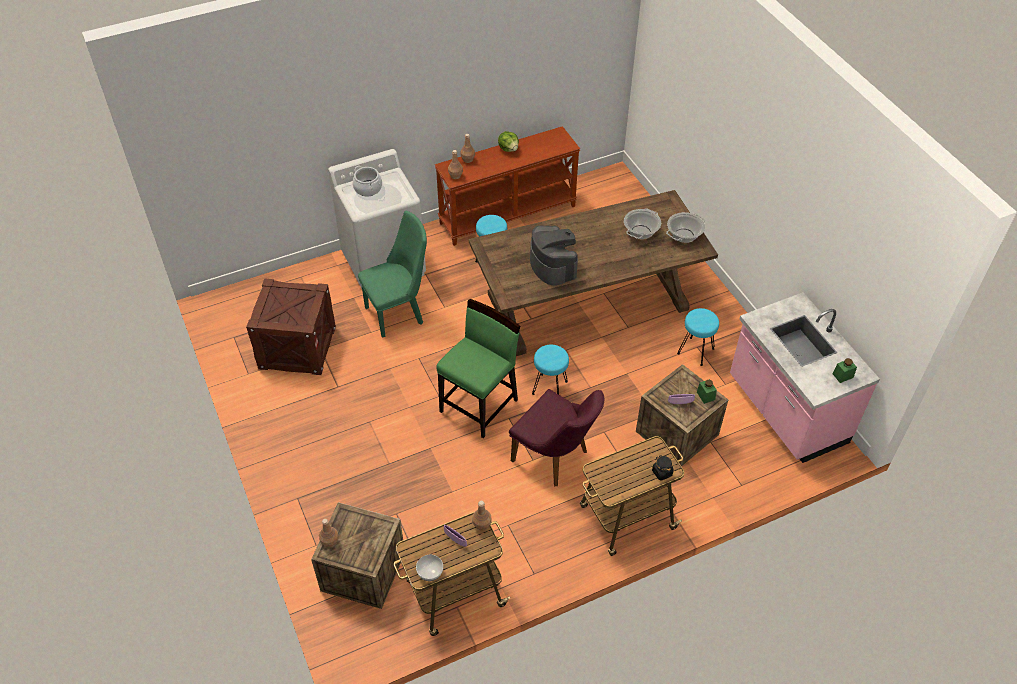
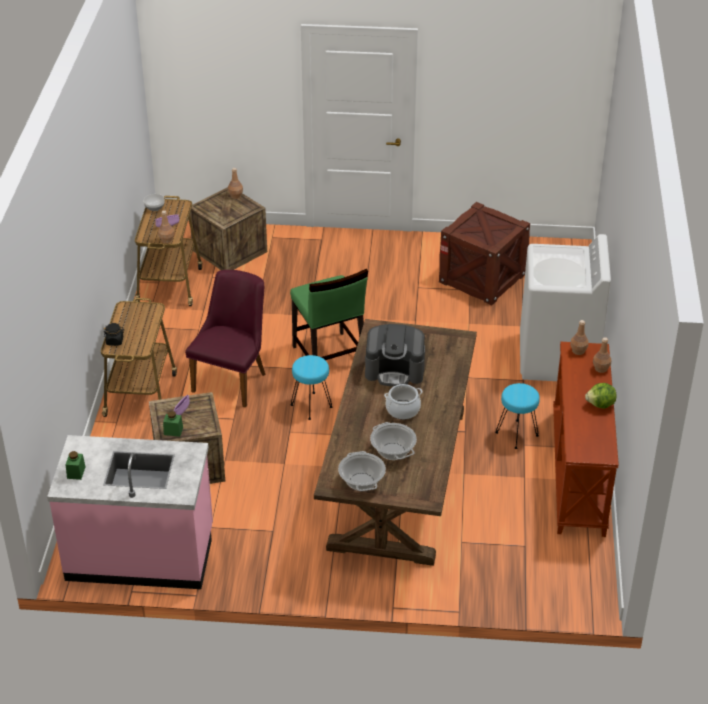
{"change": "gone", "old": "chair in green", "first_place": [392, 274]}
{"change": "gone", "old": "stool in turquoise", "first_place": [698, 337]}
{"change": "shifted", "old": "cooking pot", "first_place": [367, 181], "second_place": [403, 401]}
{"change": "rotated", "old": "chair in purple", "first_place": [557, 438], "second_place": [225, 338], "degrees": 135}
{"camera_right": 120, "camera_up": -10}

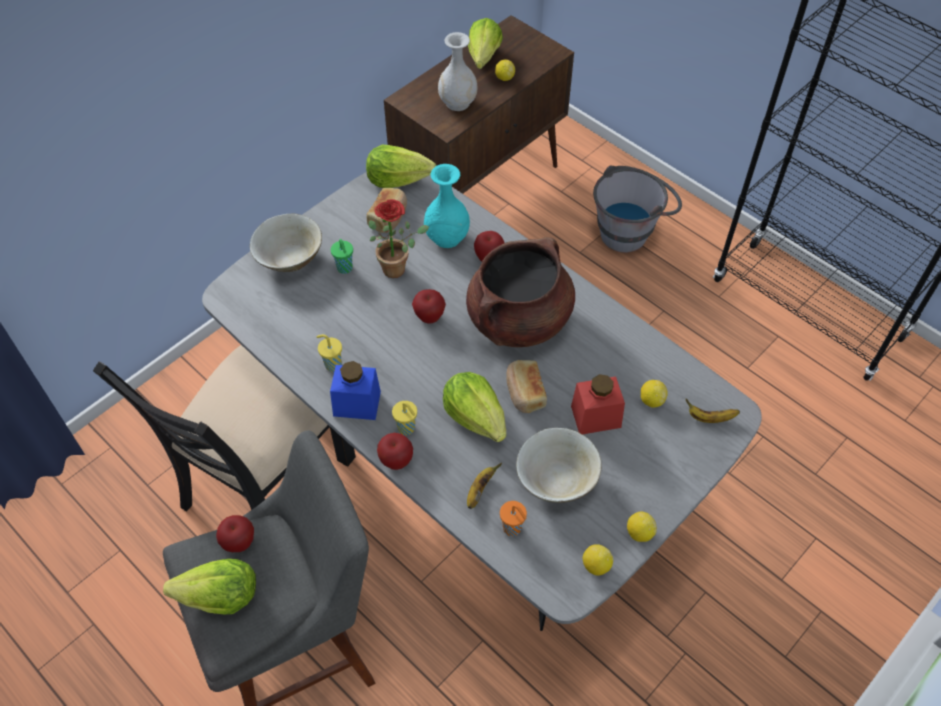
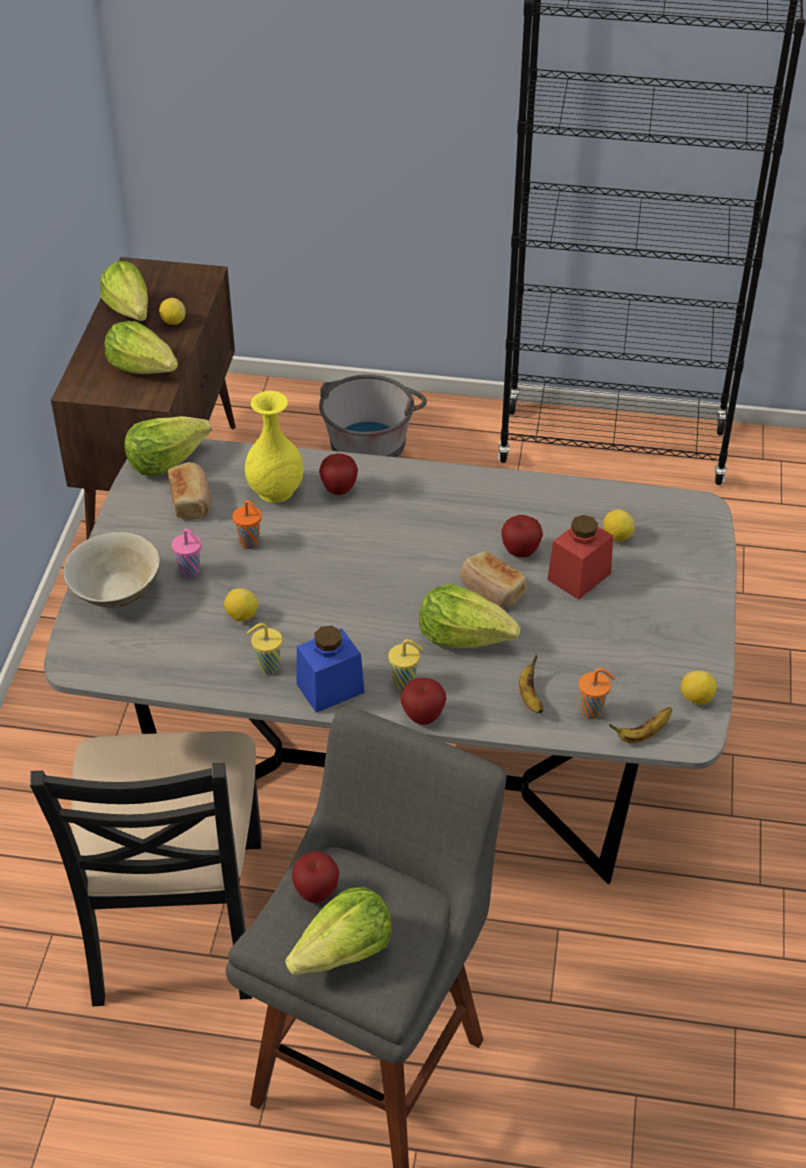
{"change": "gone", "old": "cooking pot in brown", "first_place": [520, 292]}
{"change": "gone", "old": "bowl in beige", "first_place": [559, 465]}
{"change": "shifted", "old": "apple", "first_place": [429, 306], "second_place": [522, 536]}
{"change": "shifted", "old": "lemon", "first_place": [642, 527], "second_place": [241, 604]}
{"change": "shifted", "old": "banana", "first_place": [713, 411], "second_place": [640, 725]}
{"change": "swapped", "old": "potted plant", "new": "cup in orange", "first_place": [398, 238], "second_place": [247, 524]}
{"change": "swapped", "old": "vase in white", "new": "lettuce", "first_place": [458, 71], "second_place": [141, 347]}
{"change": "repainted", "old": "cup in green", "new": "cup in pink", "first_place": [342, 256], "second_place": [186, 553]}
{"change": "repainted", "old": "vase in turquoise", "new": "vase in yellow", "first_place": [447, 206], "second_place": [274, 447]}
{"camera_right": -35, "camera_up": -10}

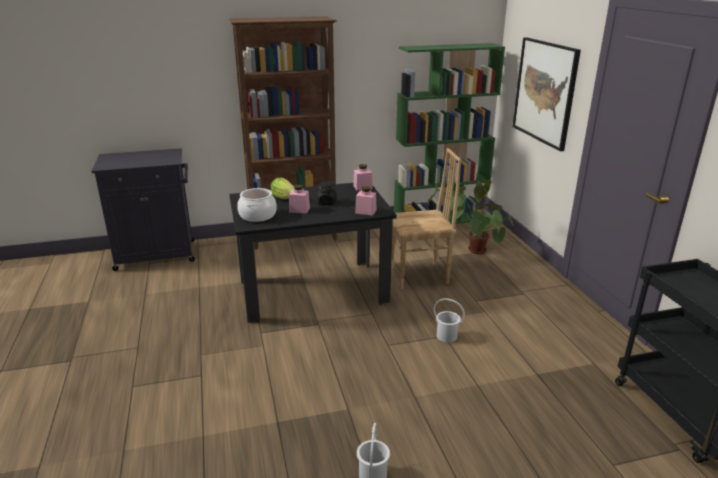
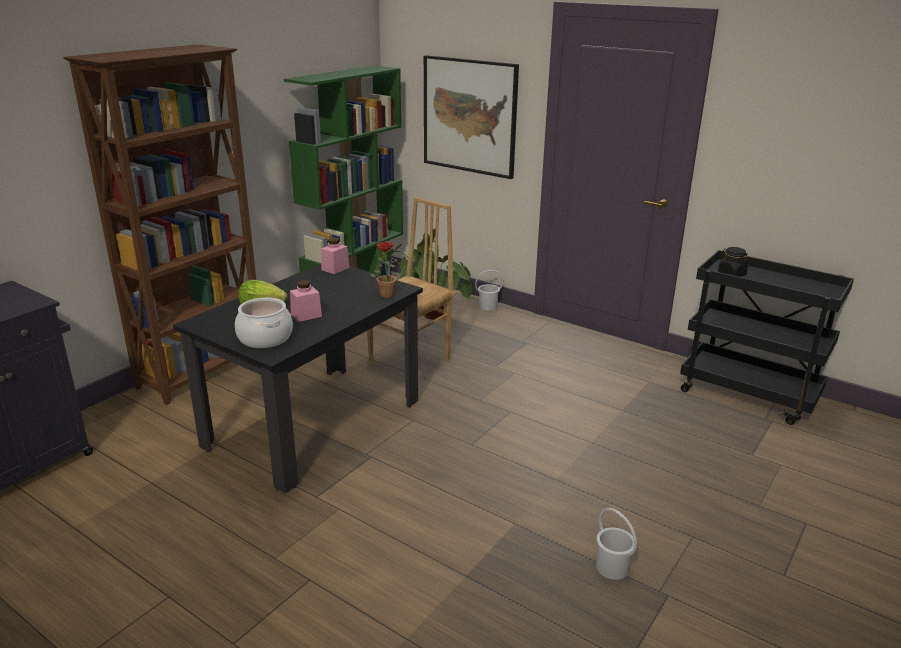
{"change": "shifted", "old": "jar in black", "first_place": [327, 193], "second_place": [733, 262]}
{"change": "shifted", "old": "bucket in white", "first_place": [449, 320], "second_place": [489, 290]}
{"change": "swapped", "old": "jar in pink", "new": "potted plant", "first_place": [366, 201], "second_place": [384, 270]}
{"camera_right": -40, "camera_up": 0}

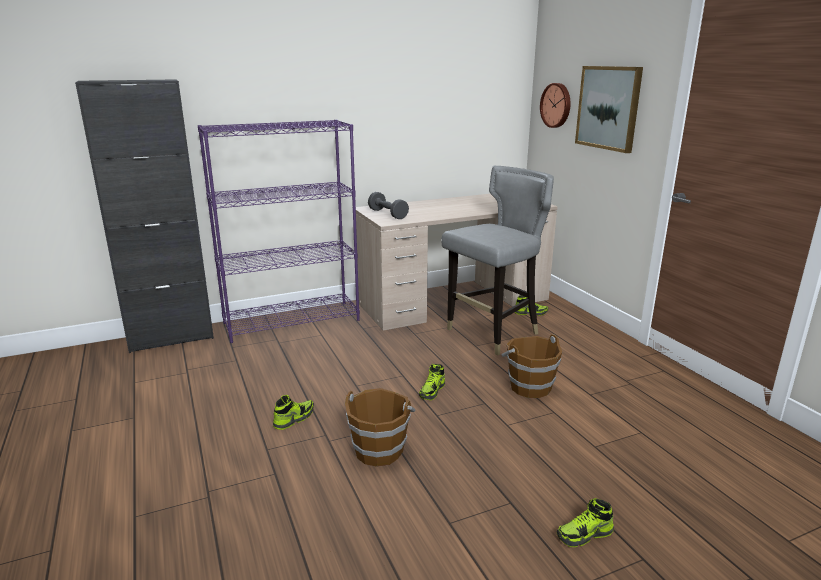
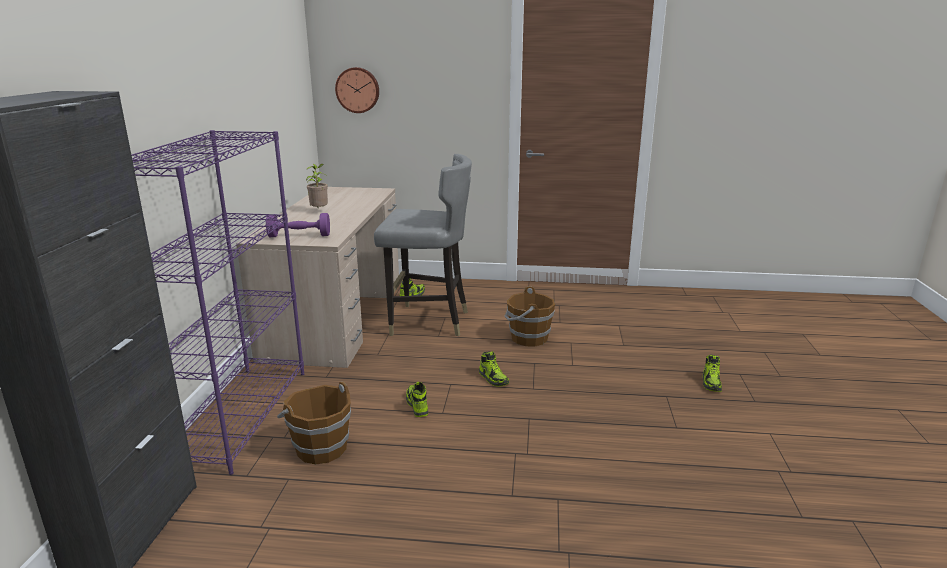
{"change": "gone", "old": "picture", "first_place": [609, 109]}
{"change": "new", "new": "potted plant", "second_place": [317, 185]}
{"change": "shifted", "old": "shoe", "first_place": [293, 412], "second_place": [417, 399]}
{"change": "shifted", "old": "bucket in brown", "first_place": [380, 427], "second_place": [314, 422]}
{"change": "repainted", "old": "dumbbell in grey", "new": "dumbbell in purple", "first_place": [388, 205], "second_place": [298, 225]}
{"change": "rotated", "old": "chair in grey", "first_place": [497, 261], "second_place": [423, 245], "degrees": 105}
{"camera_right": -60, "camera_up": 0}

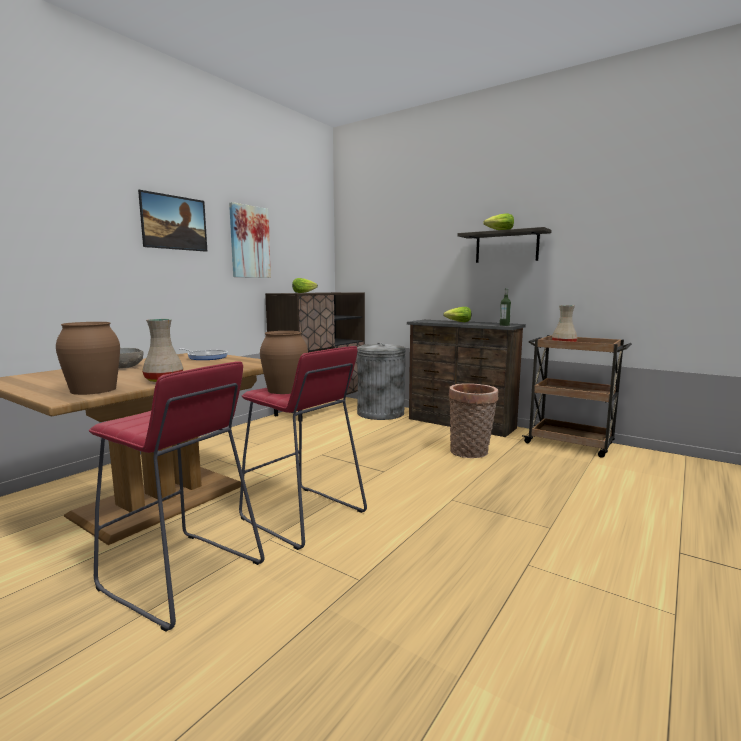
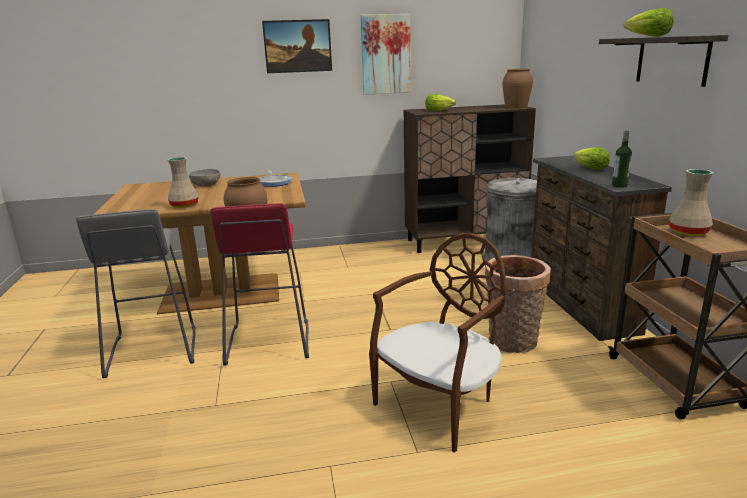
{"change": "new", "new": "chair in brown", "second_place": [437, 342]}
{"change": "shifted", "old": "vase in brown", "first_place": [88, 358], "second_place": [518, 88]}
{"change": "repainted", "old": "stool in red", "new": "stool in grey", "first_place": [177, 496], "second_place": [135, 293]}
{"camera_right": 45, "camera_up": 10}

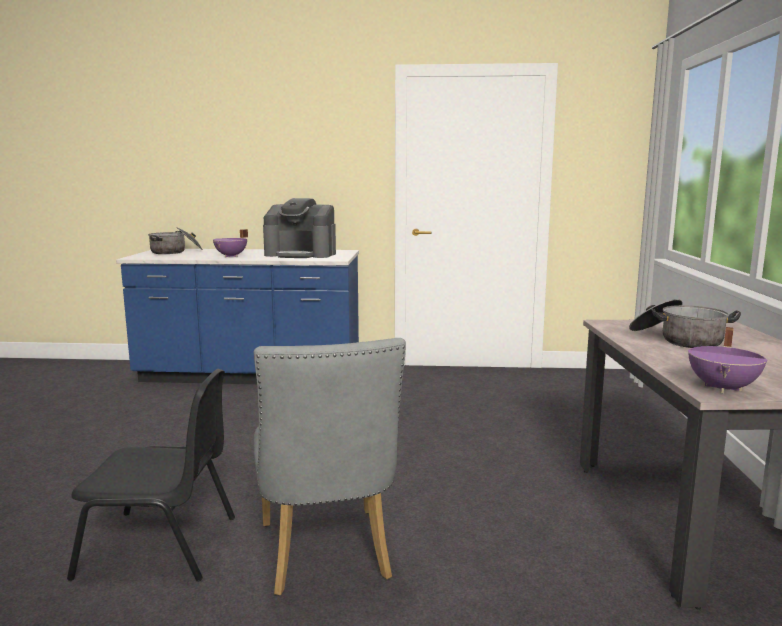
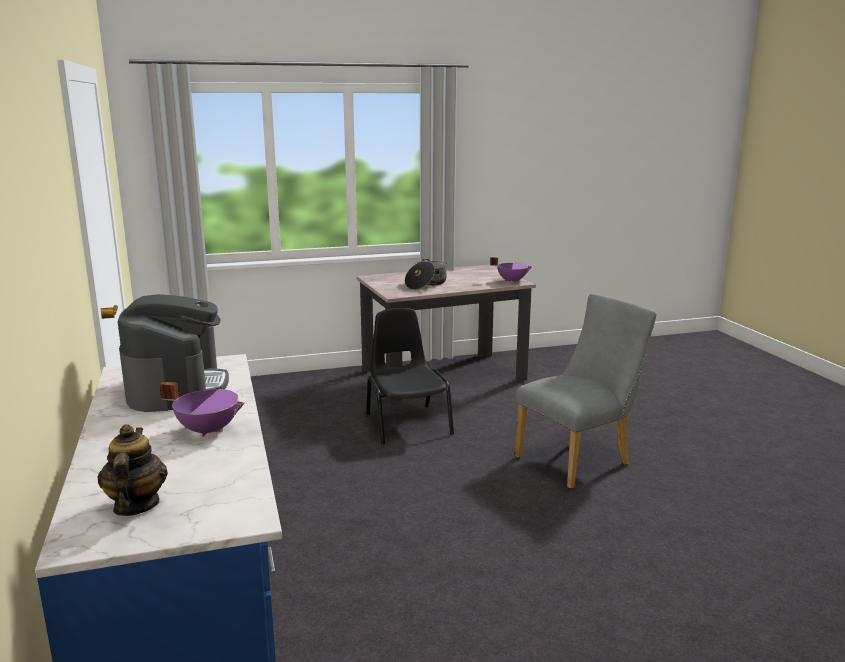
{"change": "shifted", "old": "chair in black", "first_place": [151, 475], "second_place": [410, 376]}
{"change": "swapped", "old": "cooking pot", "new": "teapot", "first_place": [175, 240], "second_place": [133, 470]}
{"camera_right": -110, "camera_up": 5}

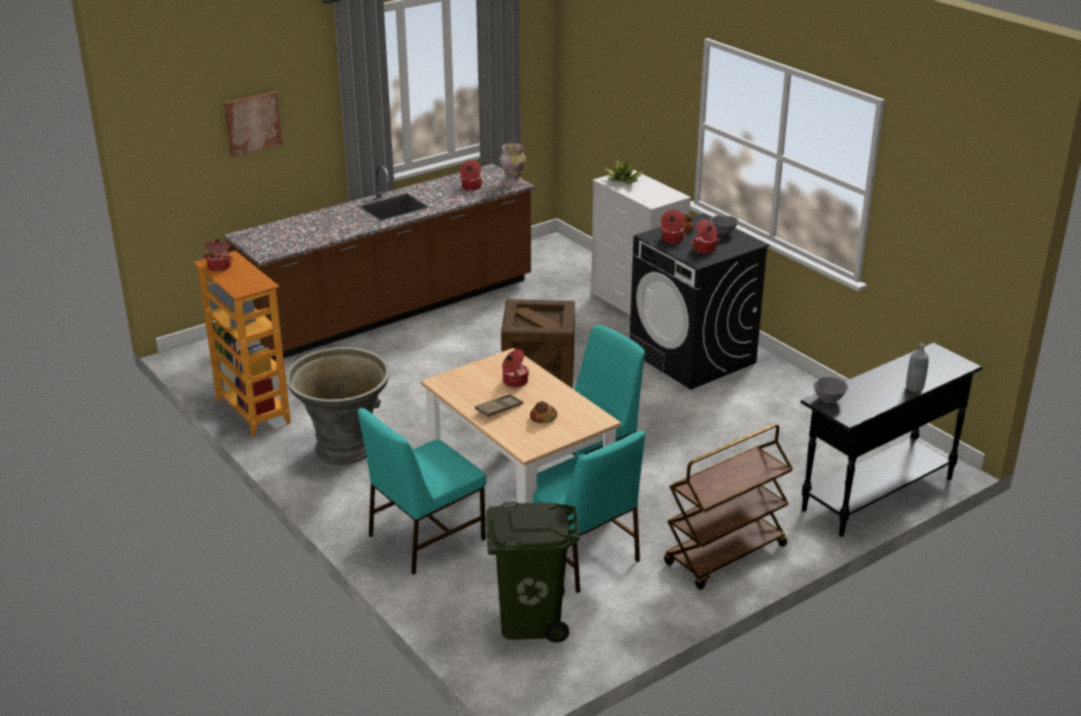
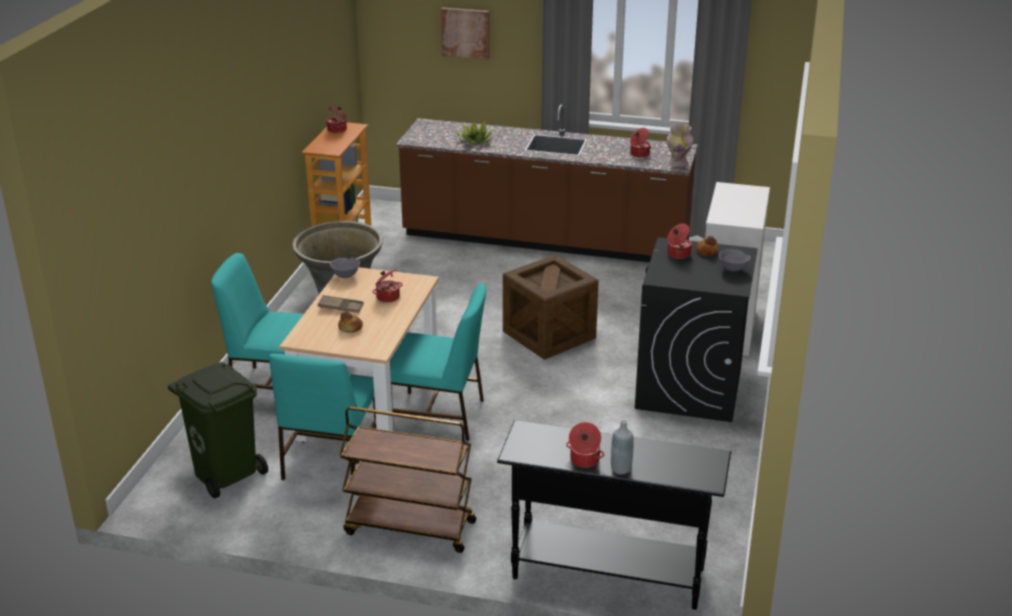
{"change": "shifted", "old": "potted plant", "first_place": [624, 171], "second_place": [474, 133]}
{"change": "shifted", "old": "cooking pot", "first_place": [705, 237], "second_place": [585, 445]}
{"change": "shifted", "old": "bowl in grey", "first_place": [831, 390], "second_place": [345, 268]}
{"camera_right": 50, "camera_up": 0}

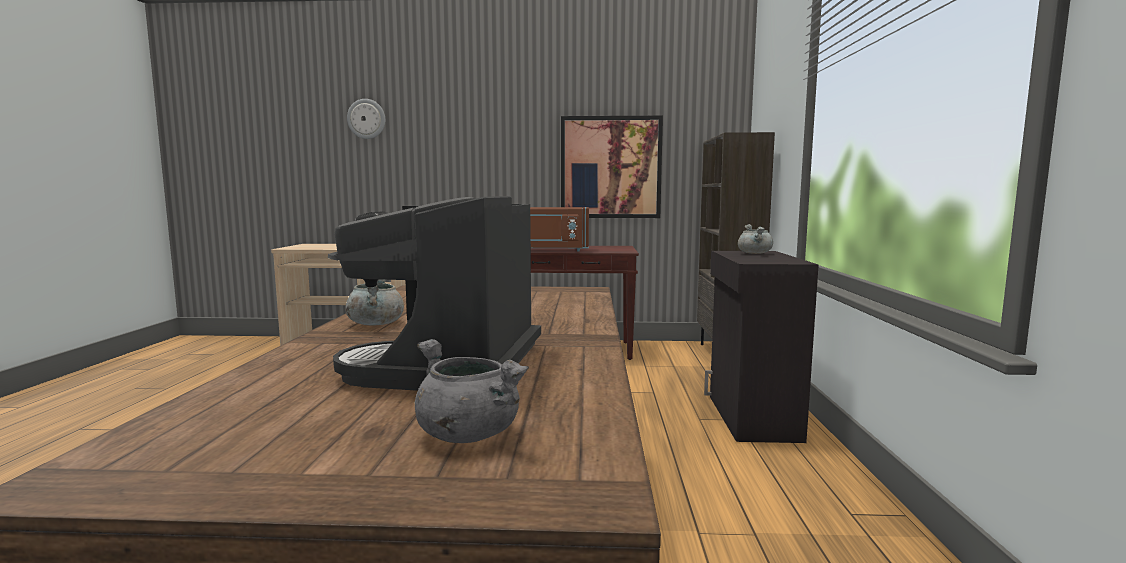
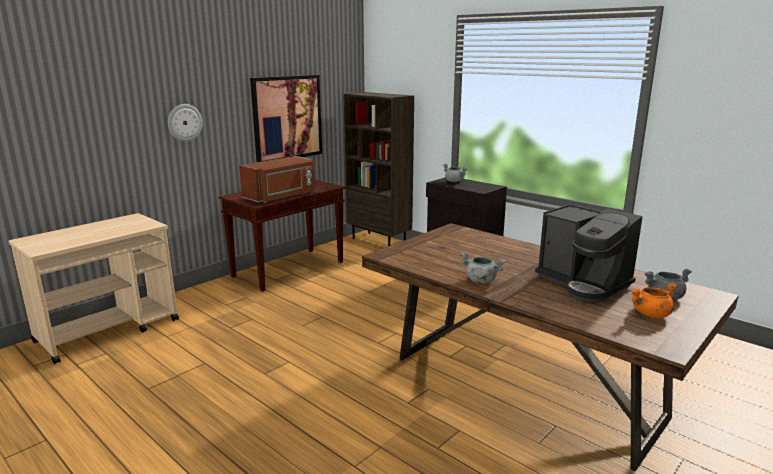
{"change": "new", "new": "cooking pot in orange", "second_place": [653, 300]}
{"change": "shifted", "old": "wall clock", "first_place": [366, 119], "second_place": [185, 122]}
{"camera_right": -50, "camera_up": 10}

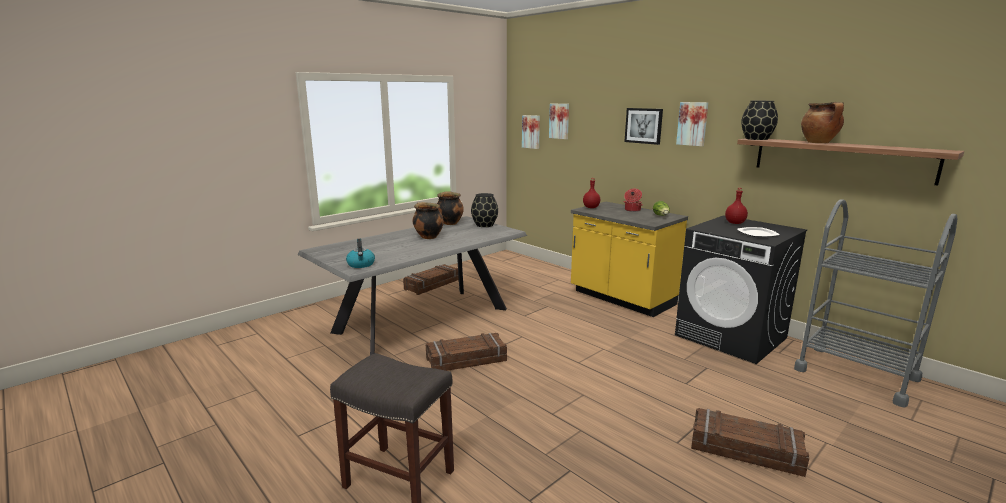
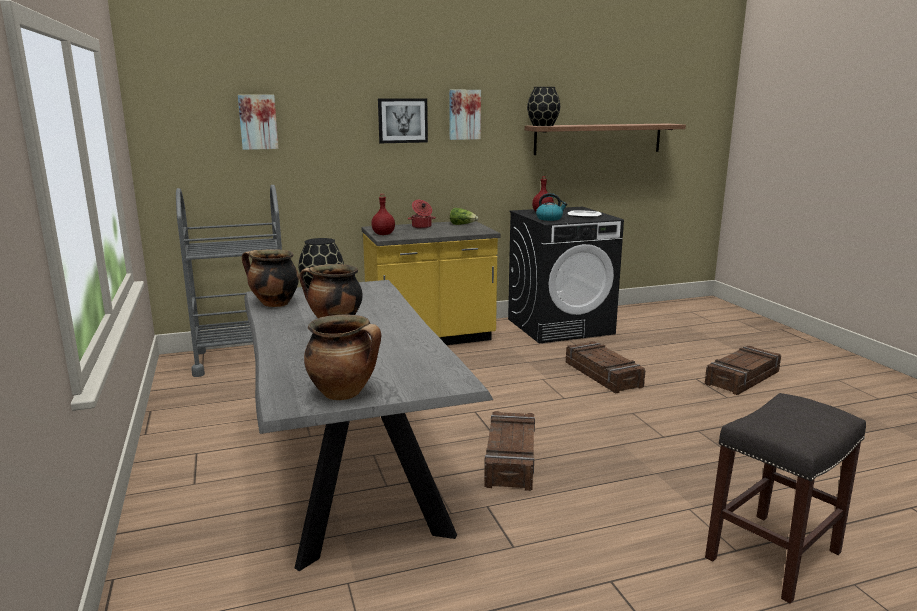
{"change": "gone", "old": "picture", "first_place": [531, 132]}
{"change": "shifted", "old": "kettle", "first_place": [360, 253], "second_place": [552, 207]}
{"change": "shifted", "old": "crate", "first_place": [431, 279], "second_place": [606, 367]}
{"change": "shifted", "old": "cart in grey", "first_place": [875, 303], "second_place": [229, 281]}
{"change": "shifted", "old": "cooking pot", "first_place": [822, 122], "second_place": [342, 357]}
{"camera_right": -65, "camera_up": 0}

